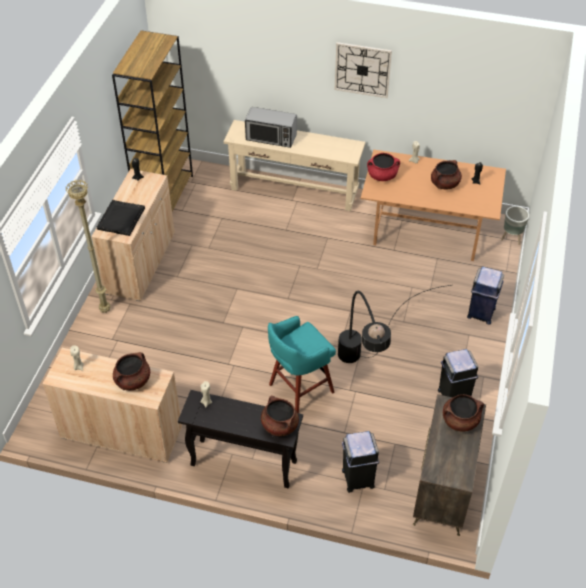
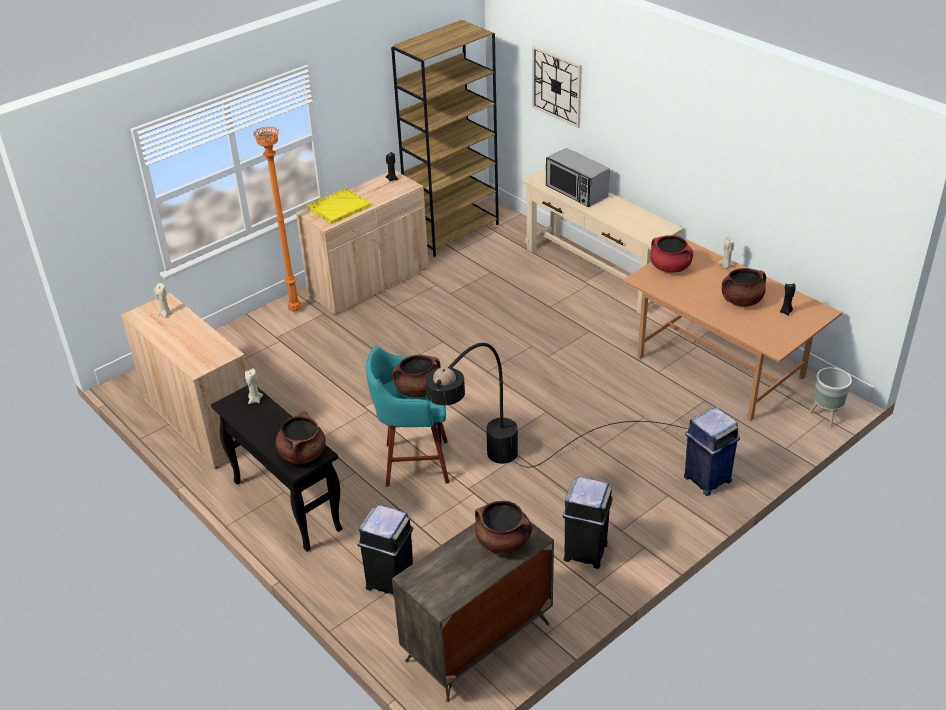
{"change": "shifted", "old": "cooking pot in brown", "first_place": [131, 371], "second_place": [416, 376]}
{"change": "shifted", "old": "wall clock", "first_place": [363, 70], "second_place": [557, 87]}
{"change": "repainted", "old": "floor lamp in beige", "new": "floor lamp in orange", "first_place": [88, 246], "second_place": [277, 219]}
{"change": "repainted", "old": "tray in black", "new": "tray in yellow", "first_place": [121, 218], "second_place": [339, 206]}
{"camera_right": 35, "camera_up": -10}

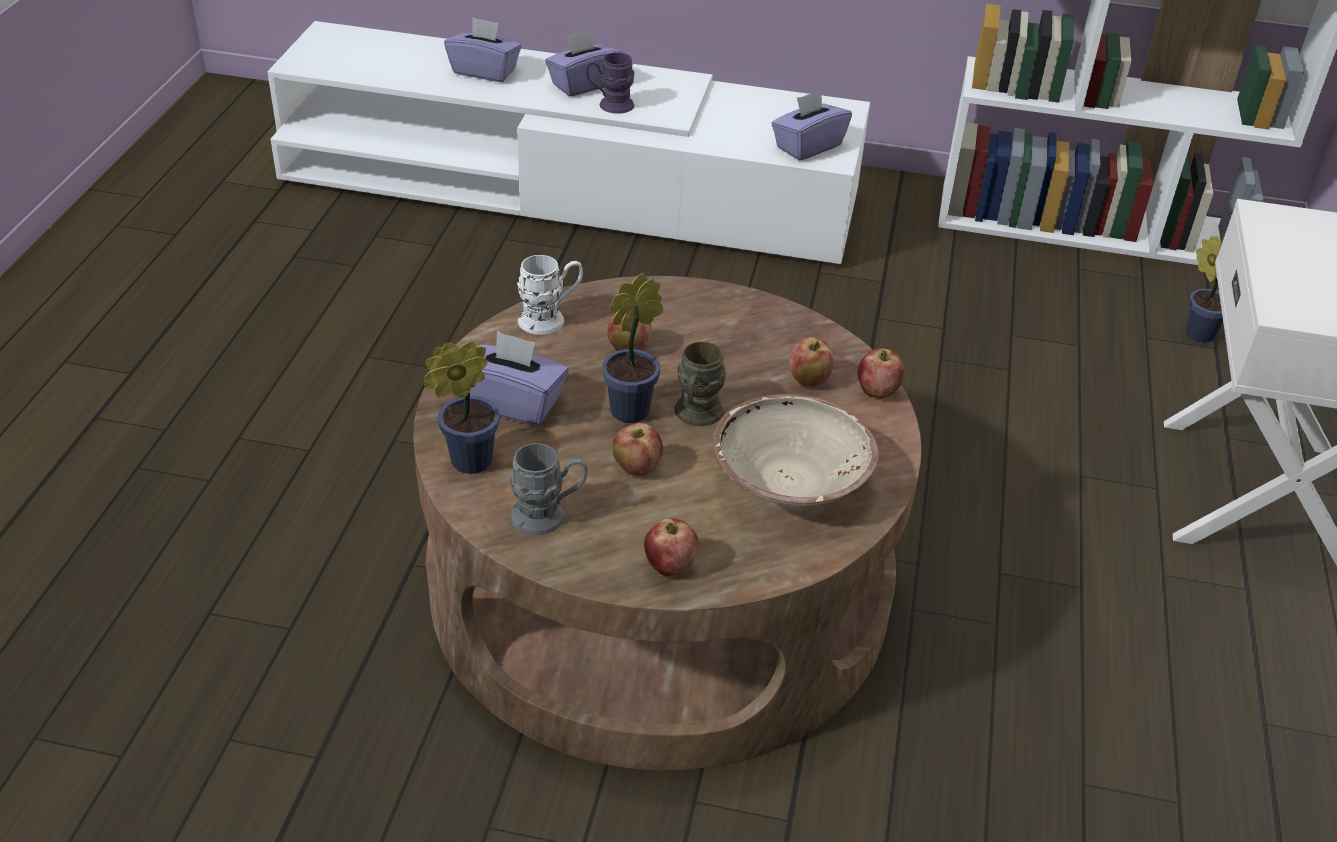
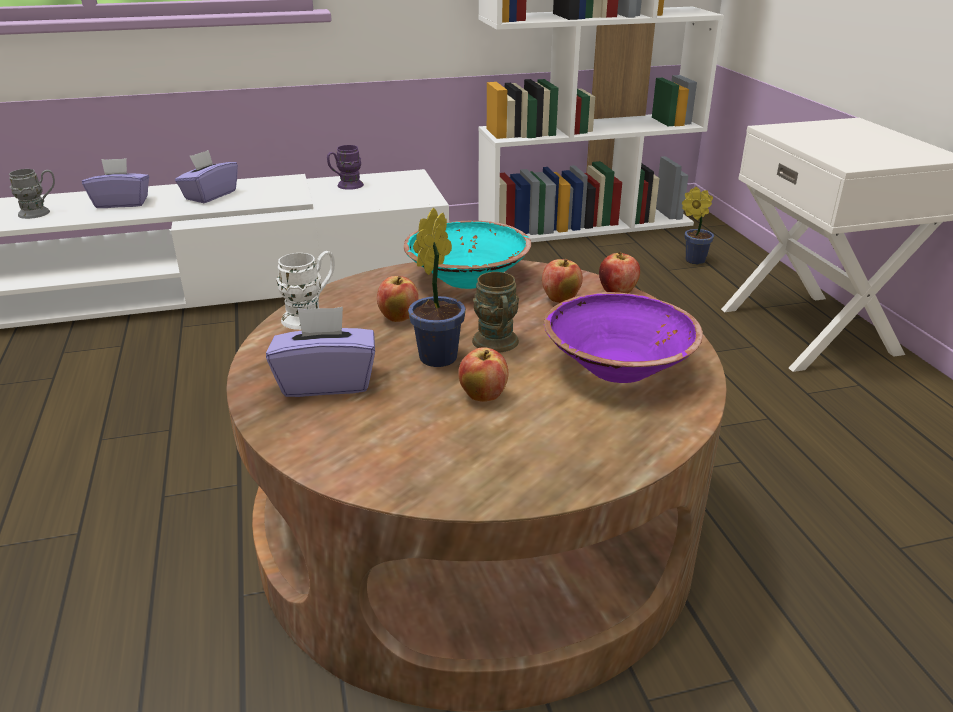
{"change": "gone", "old": "potted plant", "first_place": [461, 408]}
{"change": "gone", "old": "apple", "first_place": [671, 547]}
{"change": "gone", "old": "tissue box in purple", "first_place": [811, 125]}
{"change": "new", "new": "bowl in turquoise", "second_place": [467, 255]}
{"change": "shifted", "old": "mug in grey", "first_place": [548, 489], "second_place": [32, 194]}
{"change": "shifted", "old": "mug in purple", "first_place": [610, 83], "second_place": [345, 167]}
{"change": "repainted", "old": "bowl in beige", "new": "bowl in purple", "first_place": [796, 450], "second_place": [623, 337]}
{"camera_right": -25, "camera_up": -10}

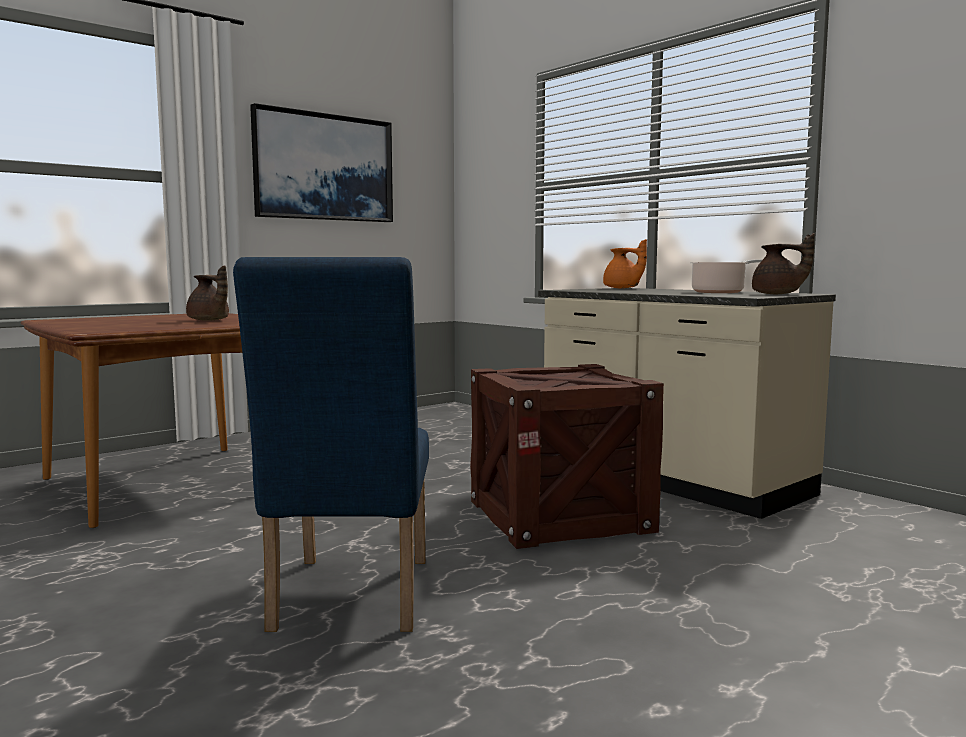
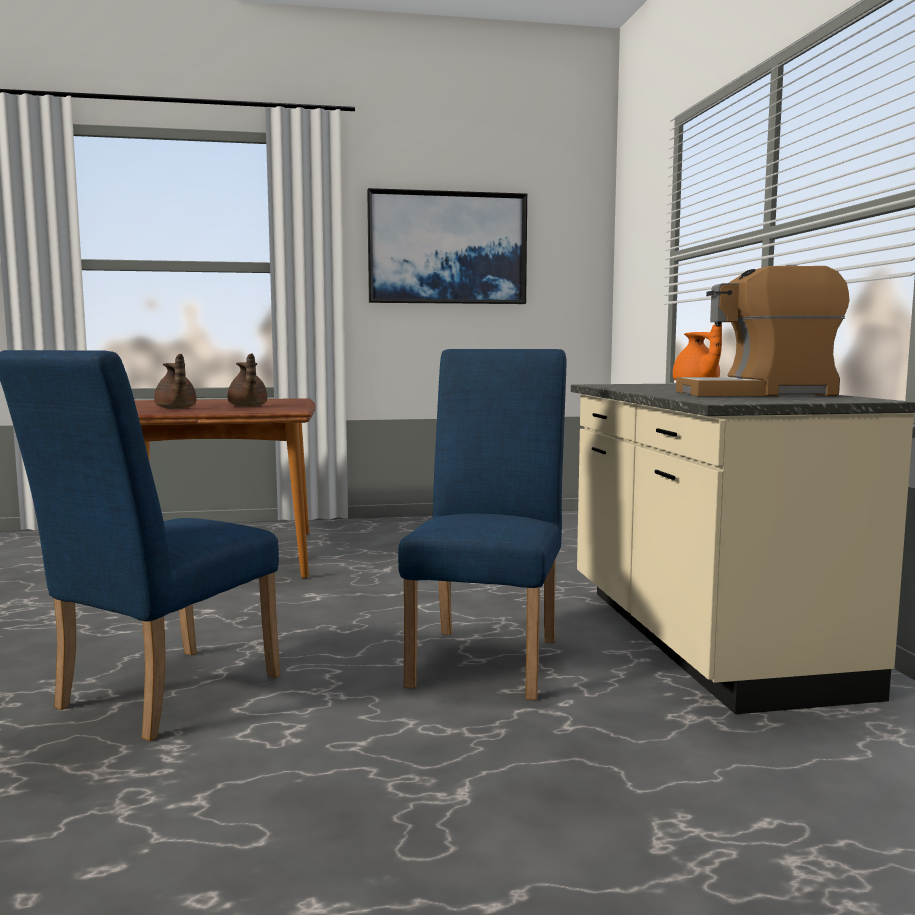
{"change": "shifted", "old": "teapot in brown", "first_place": [783, 263], "second_place": [175, 381]}
{"change": "swapped", "old": "crate", "new": "chair in blue", "first_place": [567, 456], "second_place": [482, 524]}
{"change": "swapped", "old": "cooking pot", "new": "coffee machine", "first_place": [726, 276], "second_place": [763, 330]}
{"camera_right": 30, "camera_up": 0}

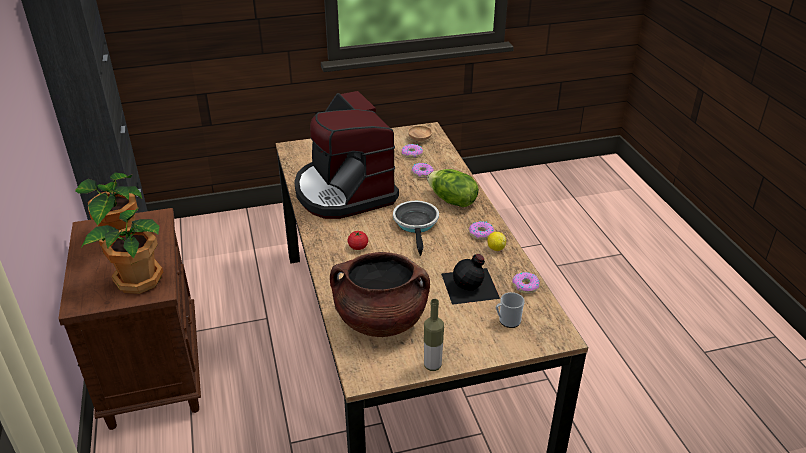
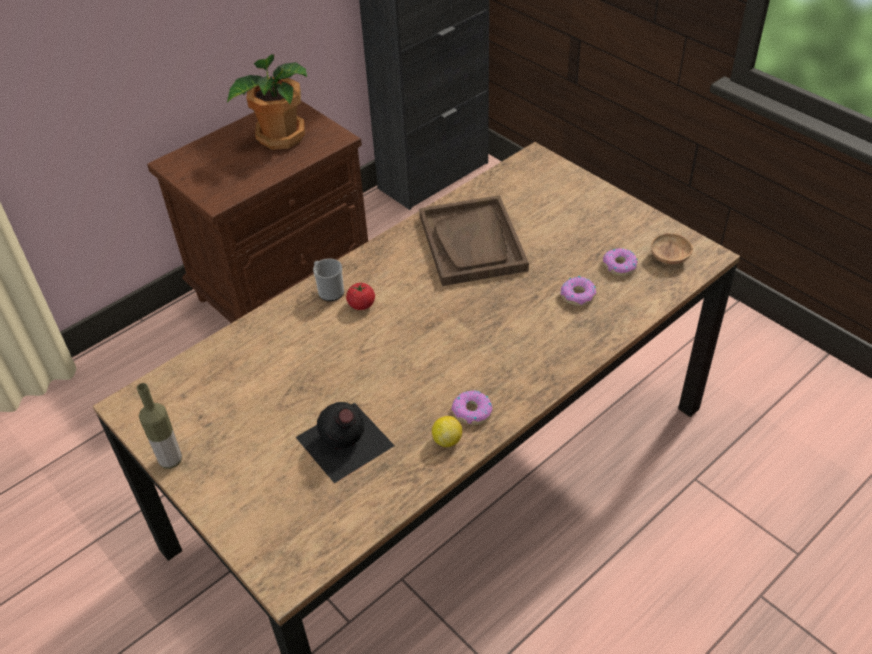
{"change": "gone", "old": "potted plant", "first_place": [122, 250]}
{"change": "gone", "old": "cooking pot in brown", "first_place": [380, 294]}
{"change": "gone", "old": "frying pan", "first_place": [416, 228]}
{"change": "gone", "old": "lettuce", "first_place": [453, 188]}
{"change": "gone", "old": "donut", "first_place": [526, 283]}
{"change": "shifted", "old": "mug", "first_place": [510, 310], "second_place": [328, 280]}
{"change": "swapped", "old": "coffee machine", "new": "tray in brown", "first_place": [346, 155], "second_place": [474, 240]}
{"camera_right": 65, "camera_up": 10}

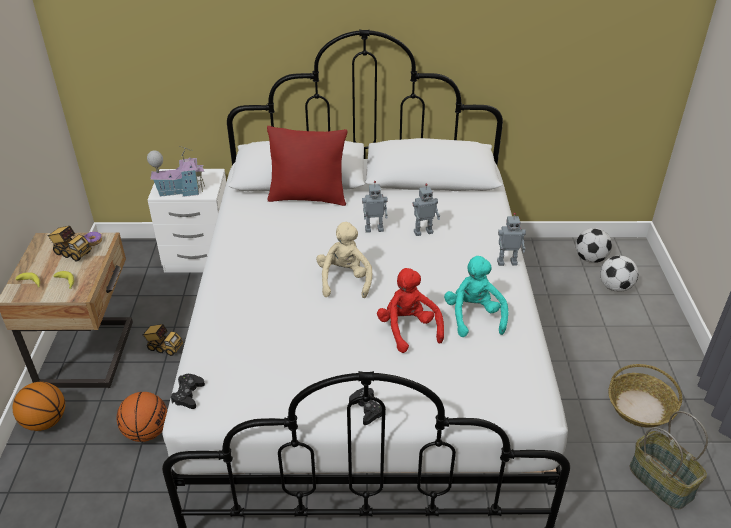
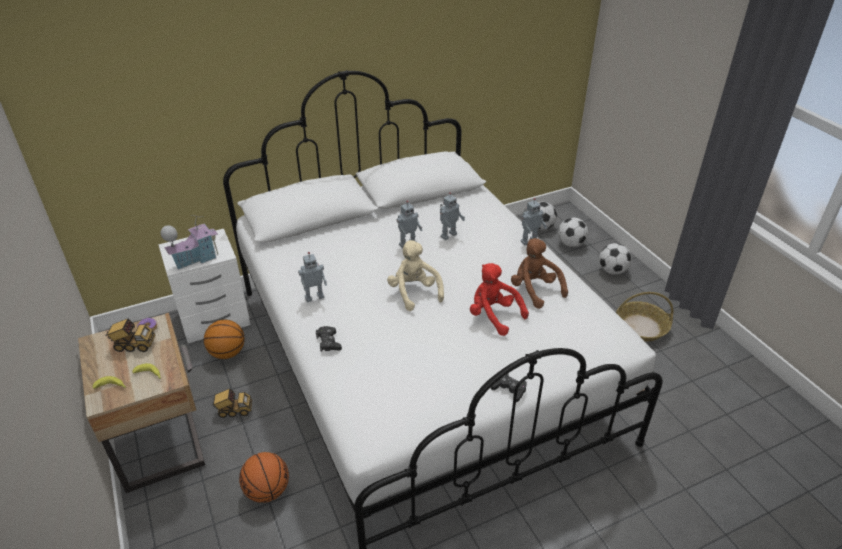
{"change": "gone", "old": "pillow in red", "first_place": [307, 166]}
{"change": "gone", "old": "basket", "first_place": [669, 460]}
{"change": "new", "new": "toy robot", "second_place": [312, 277]}
{"change": "new", "new": "football", "second_place": [615, 259]}
{"change": "shifted", "old": "basketball", "first_place": [39, 406], "second_place": [224, 339]}
{"change": "shifted", "old": "game controller in black", "first_place": [188, 391], "second_place": [329, 339]}
{"change": "repainted", "old": "plush toy in turquoise", "new": "plush toy in brown", "first_place": [476, 296], "second_place": [539, 273]}
{"camera_right": -25, "camera_up": 0}

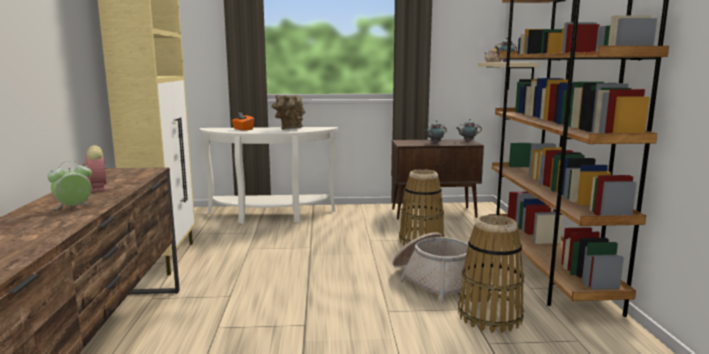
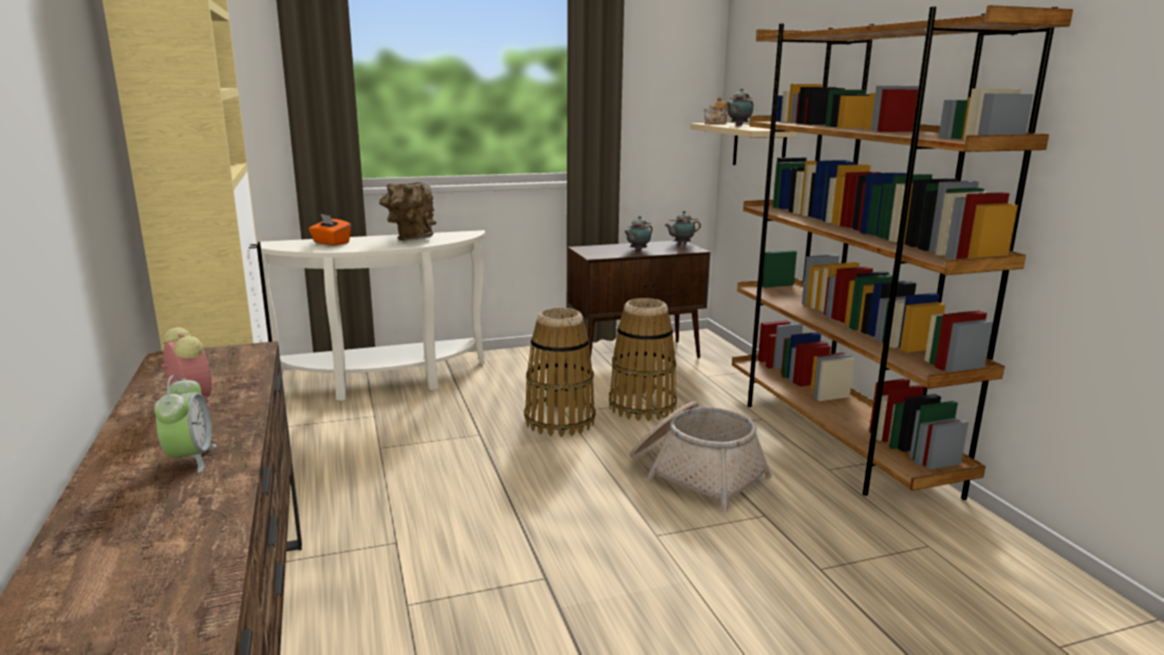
{"change": "shifted", "old": "basket", "first_place": [491, 274], "second_place": [560, 372]}
{"change": "rotated", "old": "alarm clock", "first_place": [69, 185], "second_place": [185, 423], "degrees": 135}
{"camera_right": -15, "camera_up": 5}

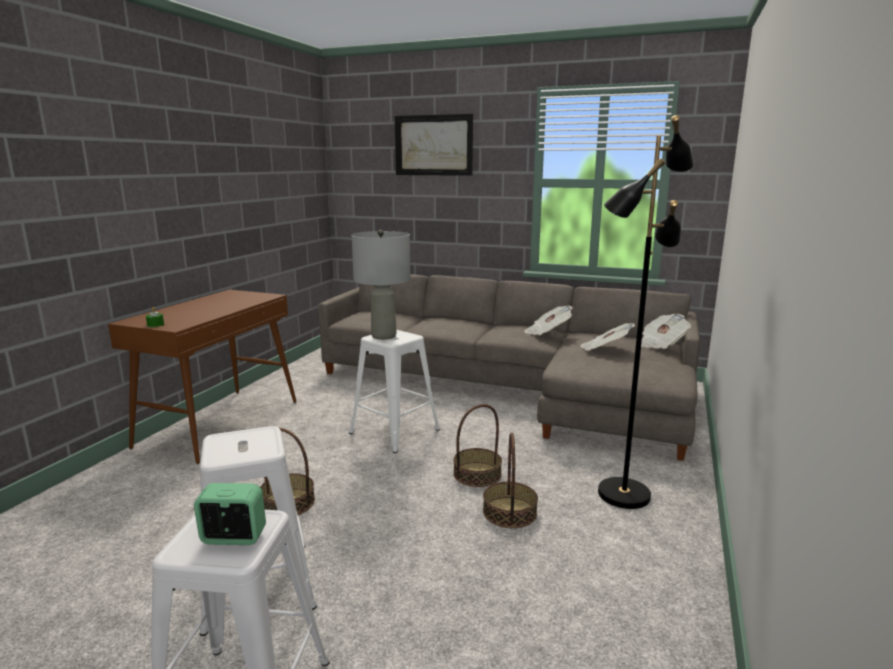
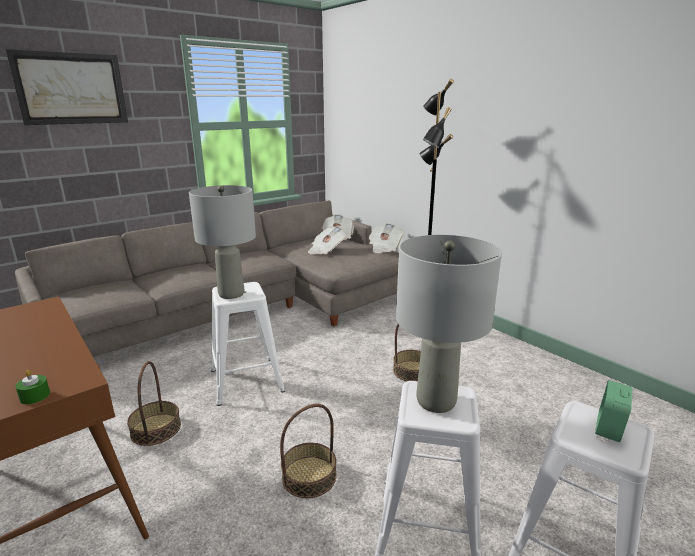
{"change": "new", "new": "table lamp in grey", "second_place": [449, 324]}
{"change": "shifted", "old": "basket", "first_place": [477, 445], "second_place": [154, 403]}
{"change": "shifted", "old": "newspaper", "first_place": [548, 321], "second_place": [386, 238]}
{"camera_right": -60, "camera_up": 5}

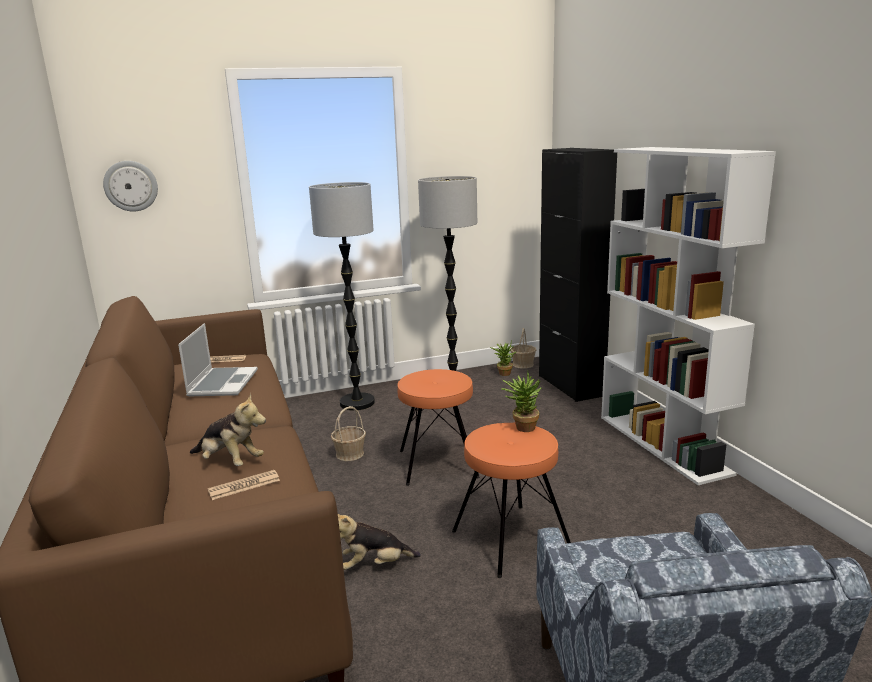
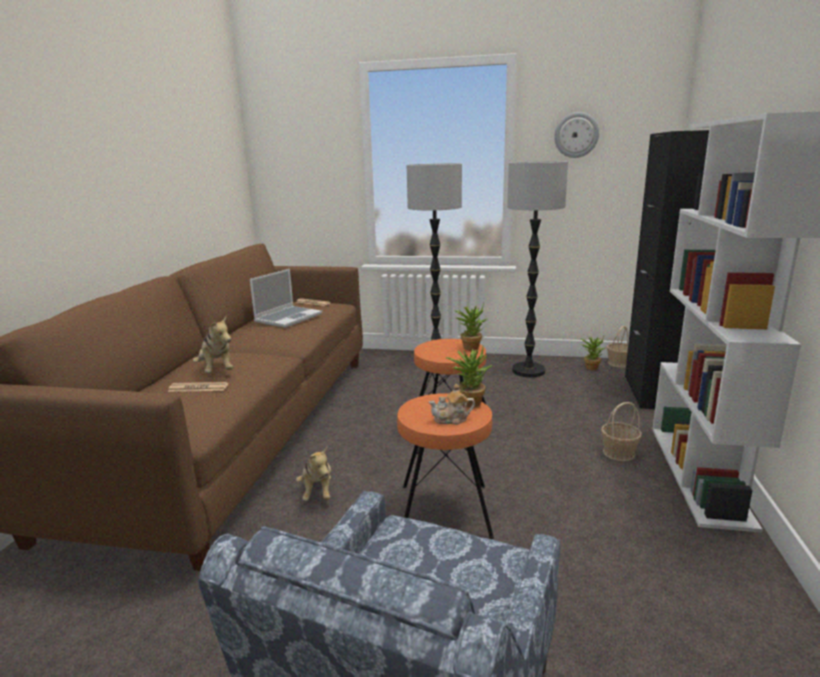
{"change": "new", "new": "teapot", "second_place": [452, 404]}
{"change": "new", "new": "potted plant", "second_place": [470, 327]}
{"change": "shifted", "old": "wall clock", "first_place": [130, 186], "second_place": [576, 135]}
{"change": "shifted", "old": "basket", "first_place": [348, 433], "second_place": [621, 431]}
{"change": "rotated", "old": "plush toy", "first_place": [379, 542], "second_place": [313, 474], "degrees": -120}
{"camera_right": 30, "camera_up": 0}

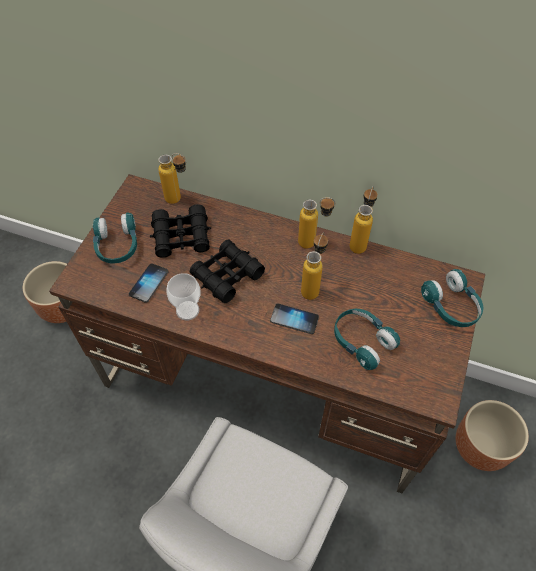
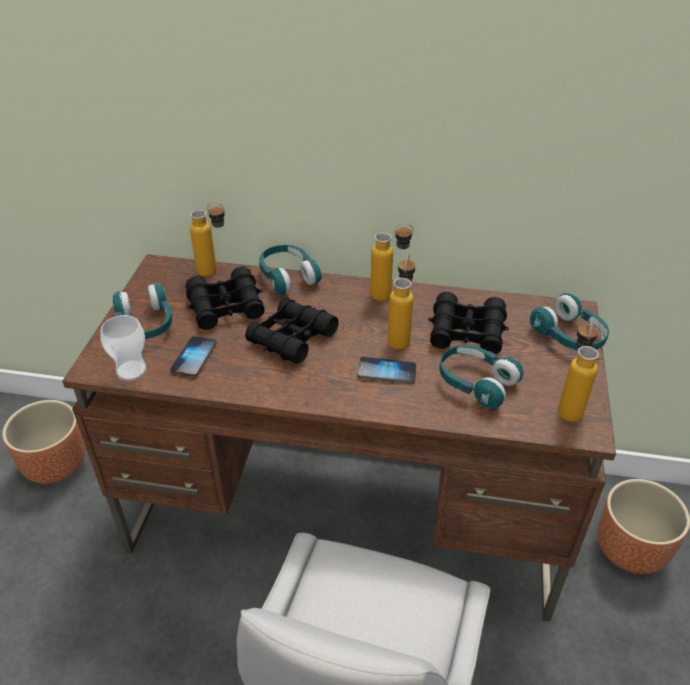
{"change": "new", "new": "headphones in turquoise", "second_place": [290, 270]}
{"change": "new", "new": "binoculars in black", "second_place": [468, 323]}
{"change": "shifted", "old": "cup", "first_place": [183, 297], "second_place": [123, 348]}
{"change": "shifted", "old": "bottle", "first_place": [363, 220], "second_place": [578, 370]}
{"camera_right": -10, "camera_up": -15}

